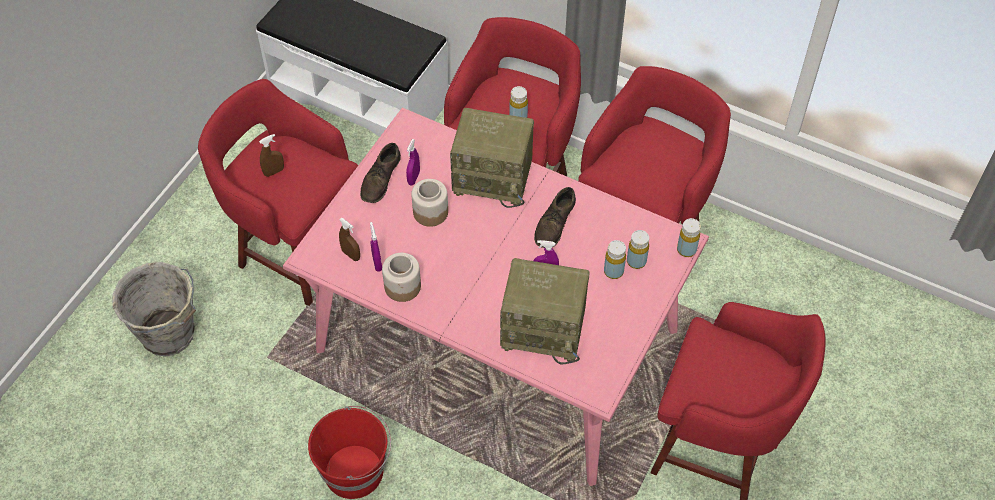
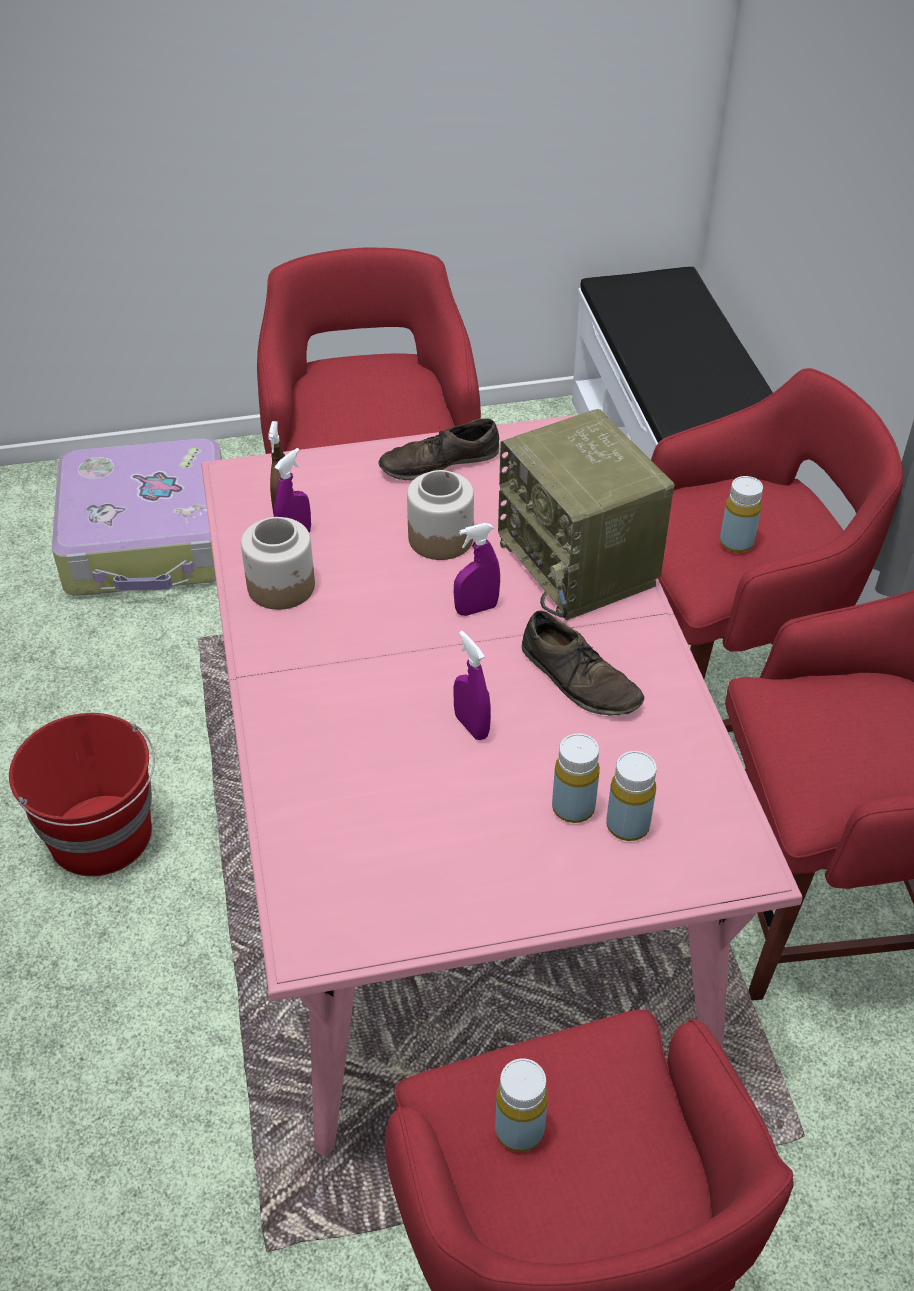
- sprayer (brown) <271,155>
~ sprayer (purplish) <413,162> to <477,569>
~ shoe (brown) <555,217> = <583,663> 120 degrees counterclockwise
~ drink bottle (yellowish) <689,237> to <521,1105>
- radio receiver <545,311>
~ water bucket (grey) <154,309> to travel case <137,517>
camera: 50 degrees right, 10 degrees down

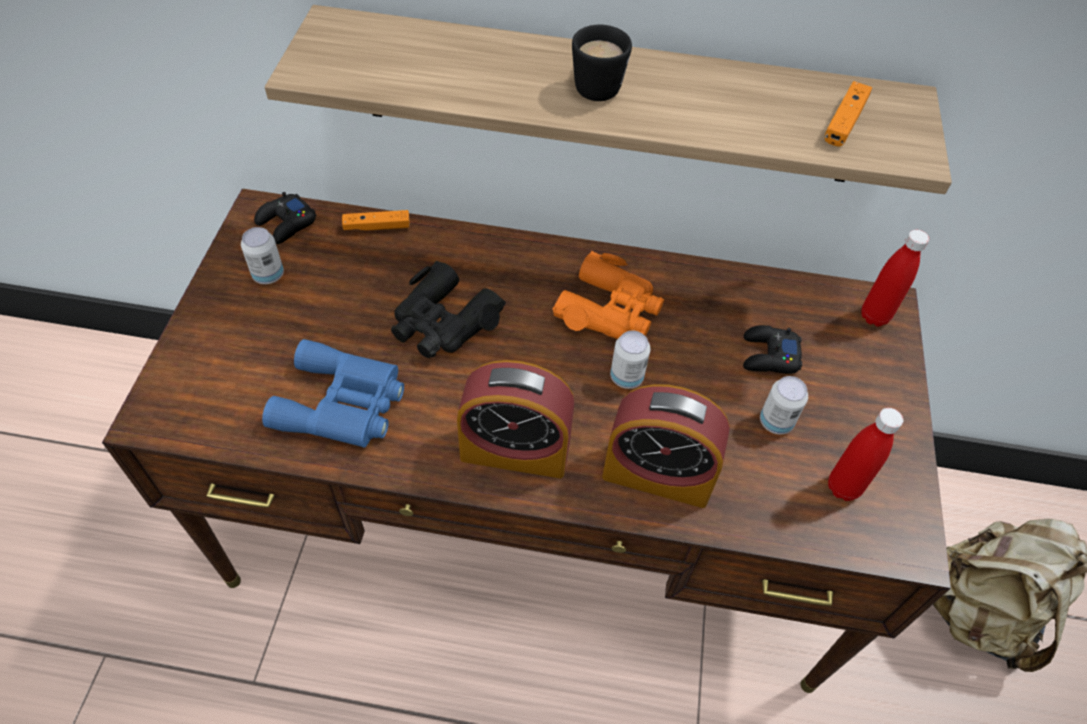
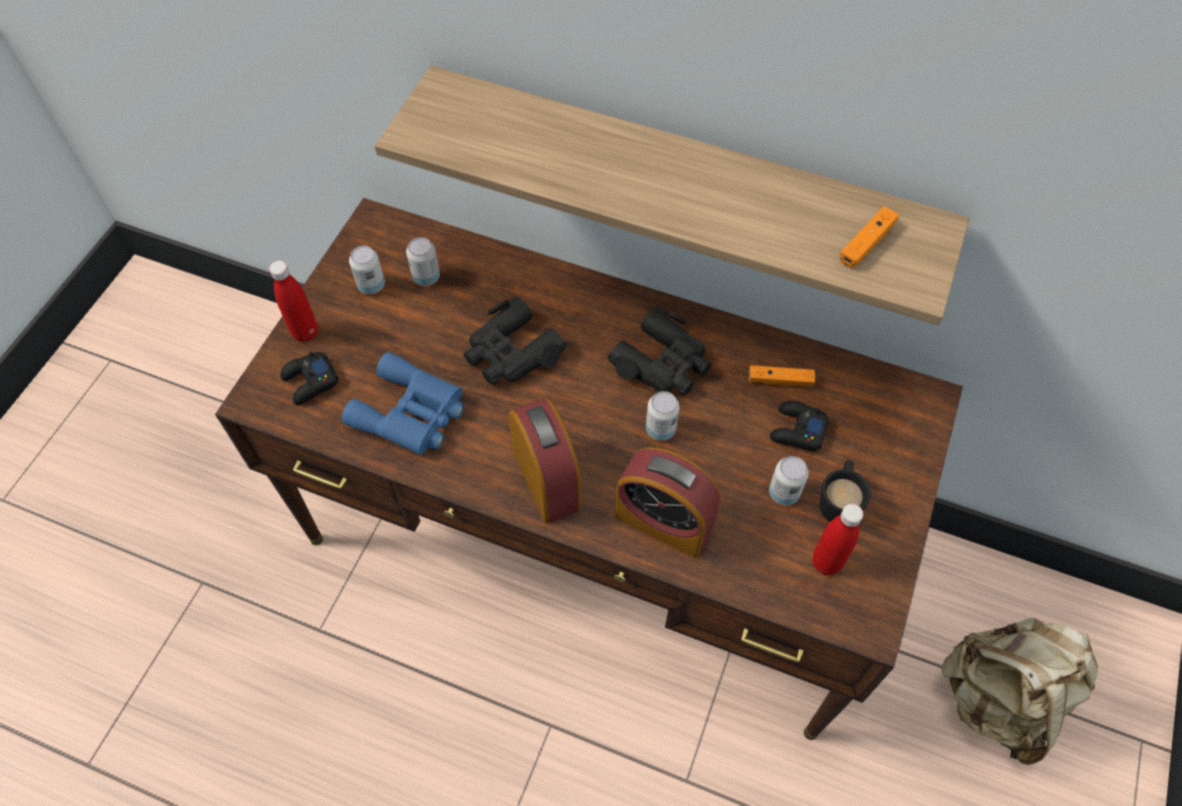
~ tea mug (black) <602,63> to <845,491>
~ game controller (black) <285,218> to <309,378>
~ game controller (orange-coloured) <376,220> to <782,376>
~ drink bottle (reddish) <895,278> to <293,301>
~ pair of binoculars (orange-coloured) <608,295> to pair of binoculars (black) <659,350>
~ bedside clock <515,419> = <545,460> 135 degrees counterclockwise
+ metal can <423,261>
camera: 15 degrees right, 5 degrees up

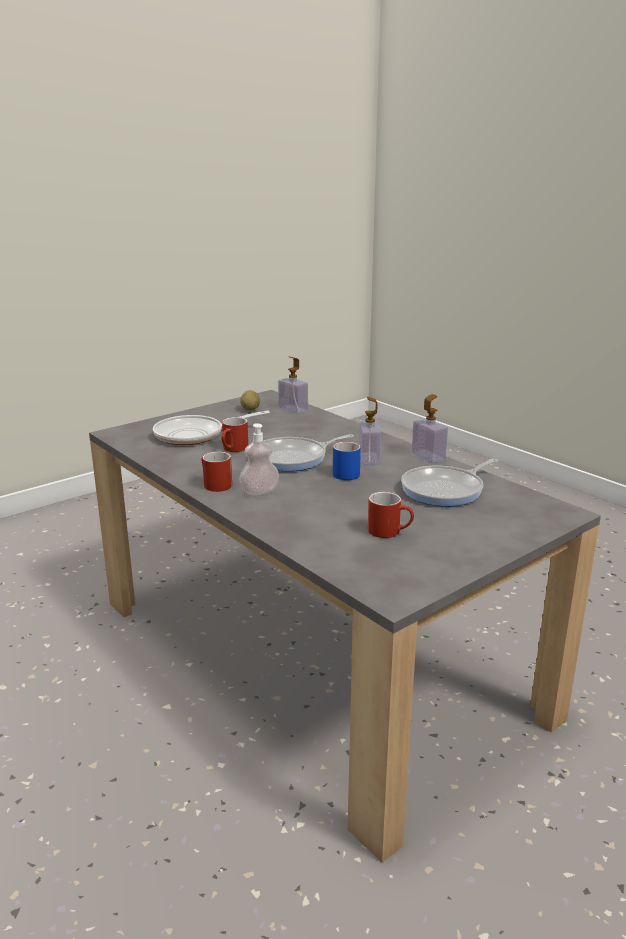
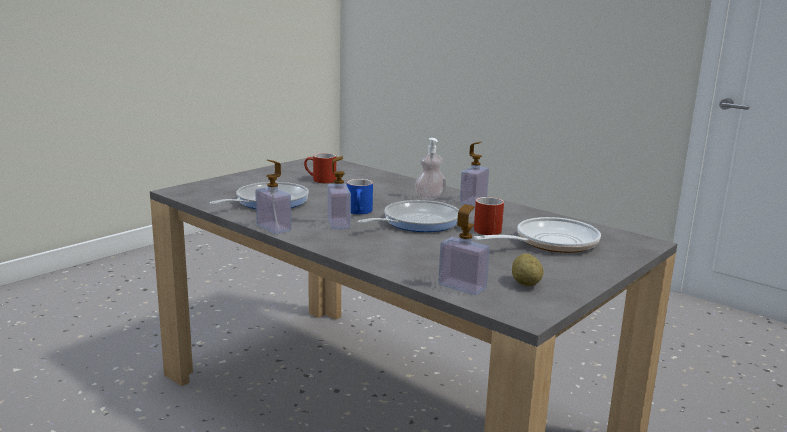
~ tea mug (reddish) <217,472> to soap dispenser <474,173>
camera: 170 degrees right, 5 degrees down

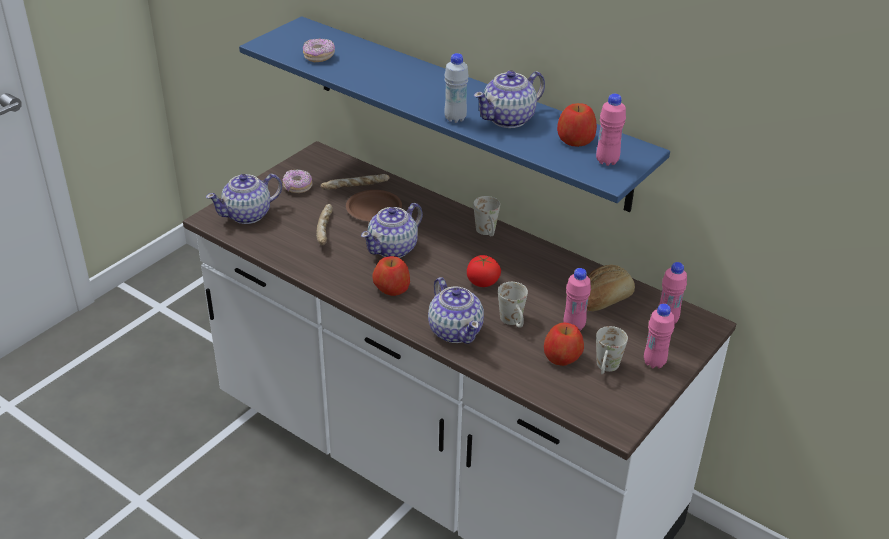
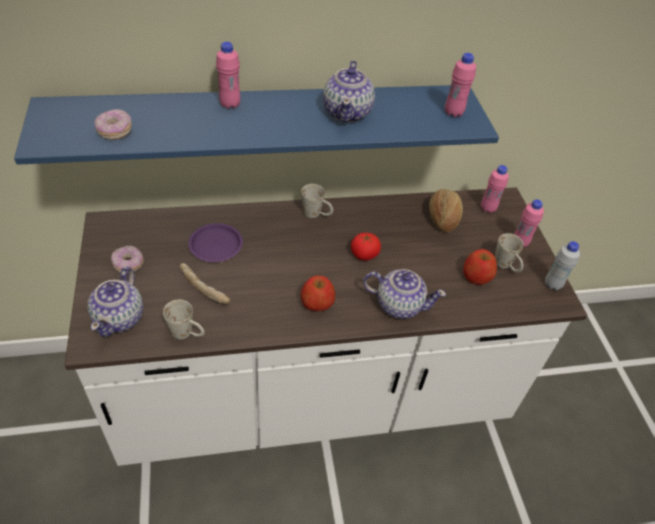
~ drink bottle (white) <456,88> to <562,266>
- apple <577,125>
- bakery bread <355,182>
~ dinner plate (brown) <374,205> to dinner plate (purplish) <215,242>
- pot for tea <392,230>
~ drink bottle (pink-coloured) <577,299> to <228,75>
~ tea mug (white) <513,304> to <184,319>
camera: 50 degrees left, 10 degrees up

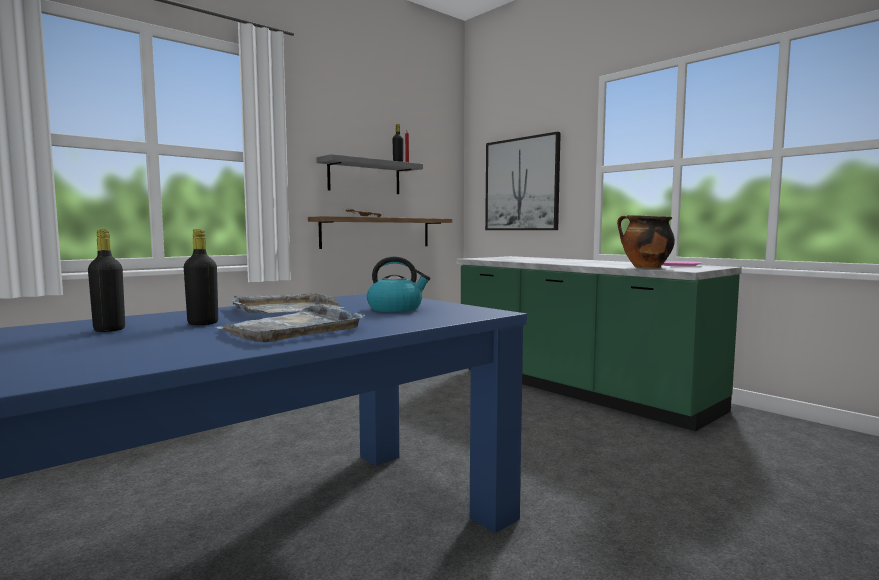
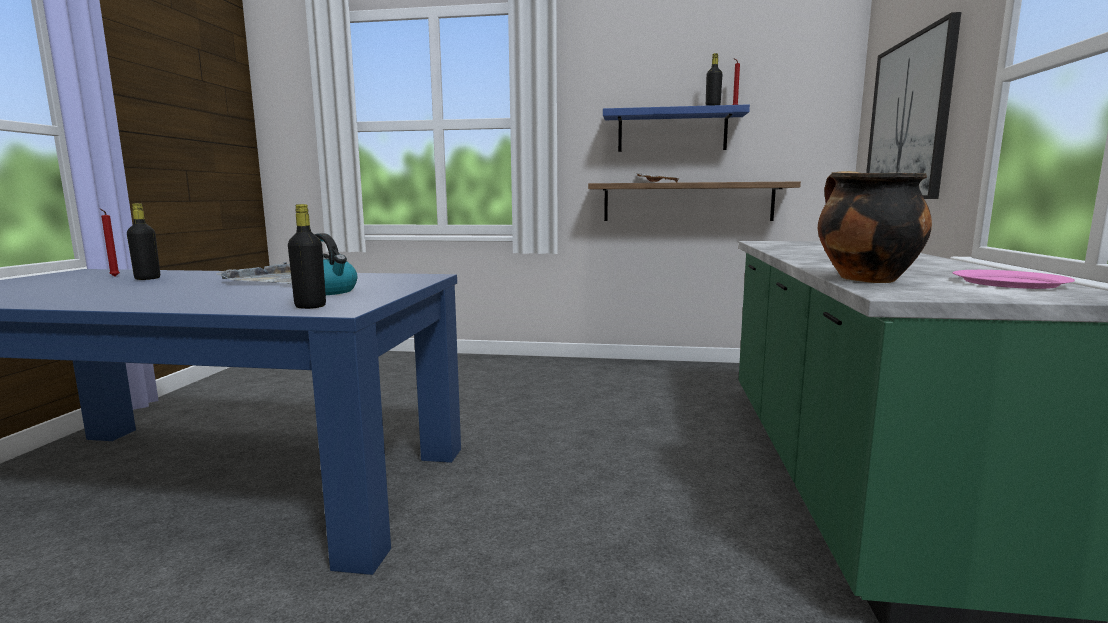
~ bracket shelf (grey) <369,174> to bracket shelf (bluish) <676,128>
~ drink bottle (black) <201,277> to <307,256>
- tray (grey) <290,323>
+ wax candle (reddish) <110,243>
camera: 50 degrees right, 5 degrees up

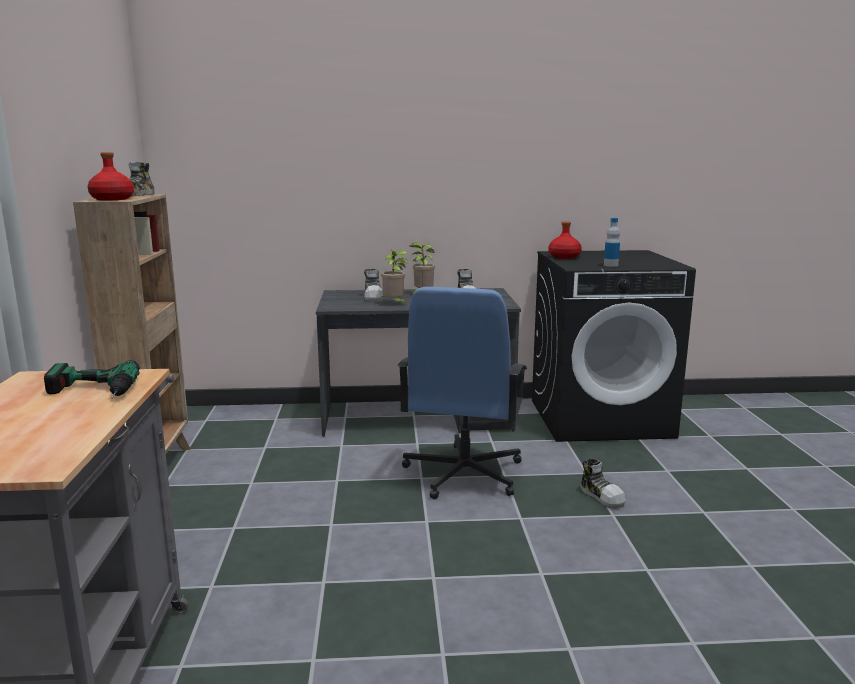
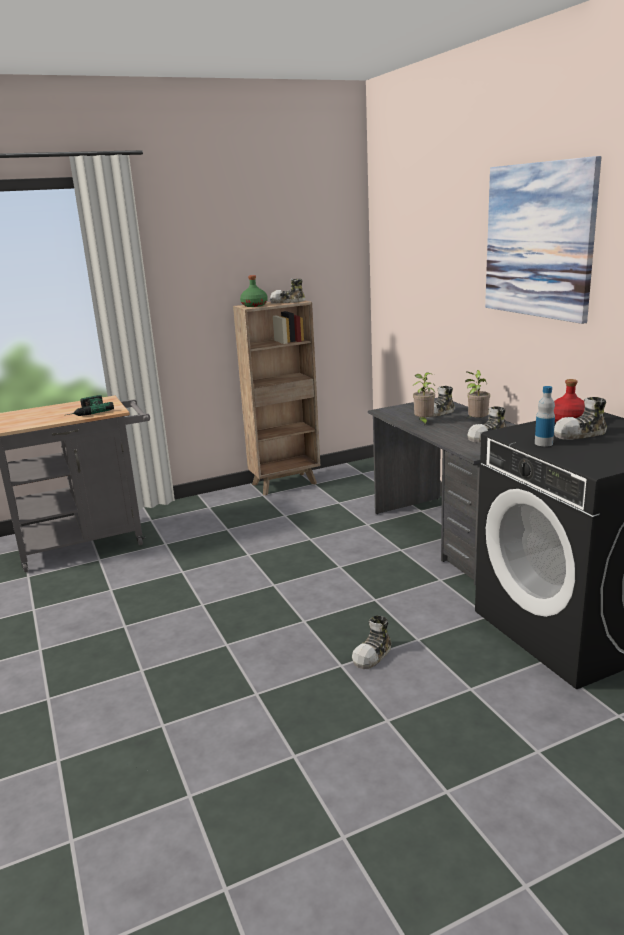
~ drink bottle (reddish) <110,176> to drink bottle (green) <254,291>
- desk chair (bluish) <462,393>
+ wall picture <543,240>
+ shoe <580,418>
camera: 70 degrees right, 5 degrees up

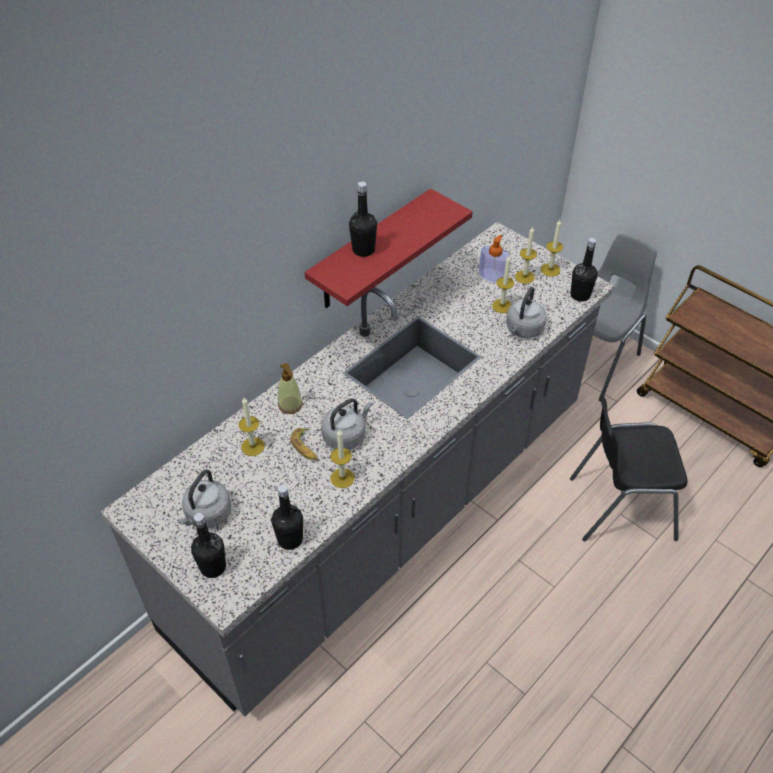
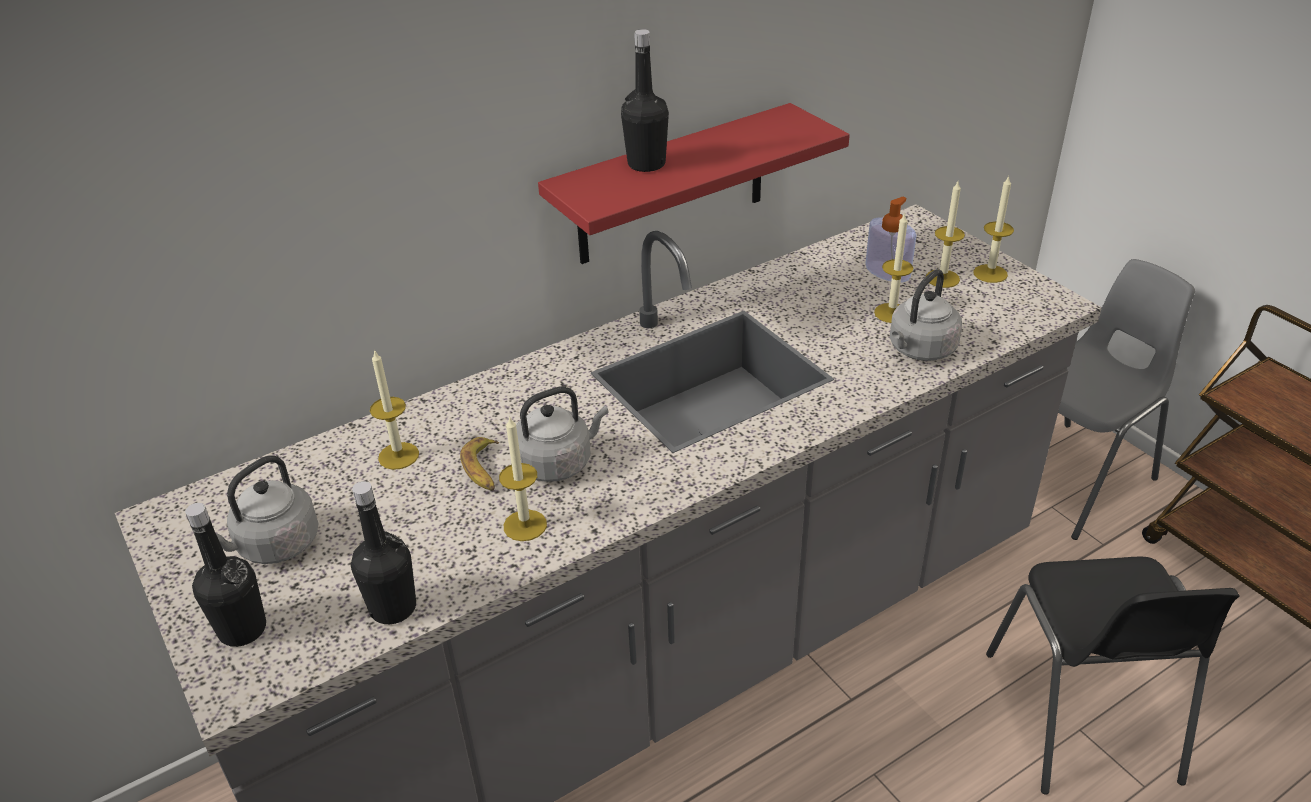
- drink bottle (black) <584,270>
- soap dispenser <290,388>
~ chair (black) <628,468> = <1113,675> 105 degrees counterclockwise
camera: 15 degrees right, 10 degrees down

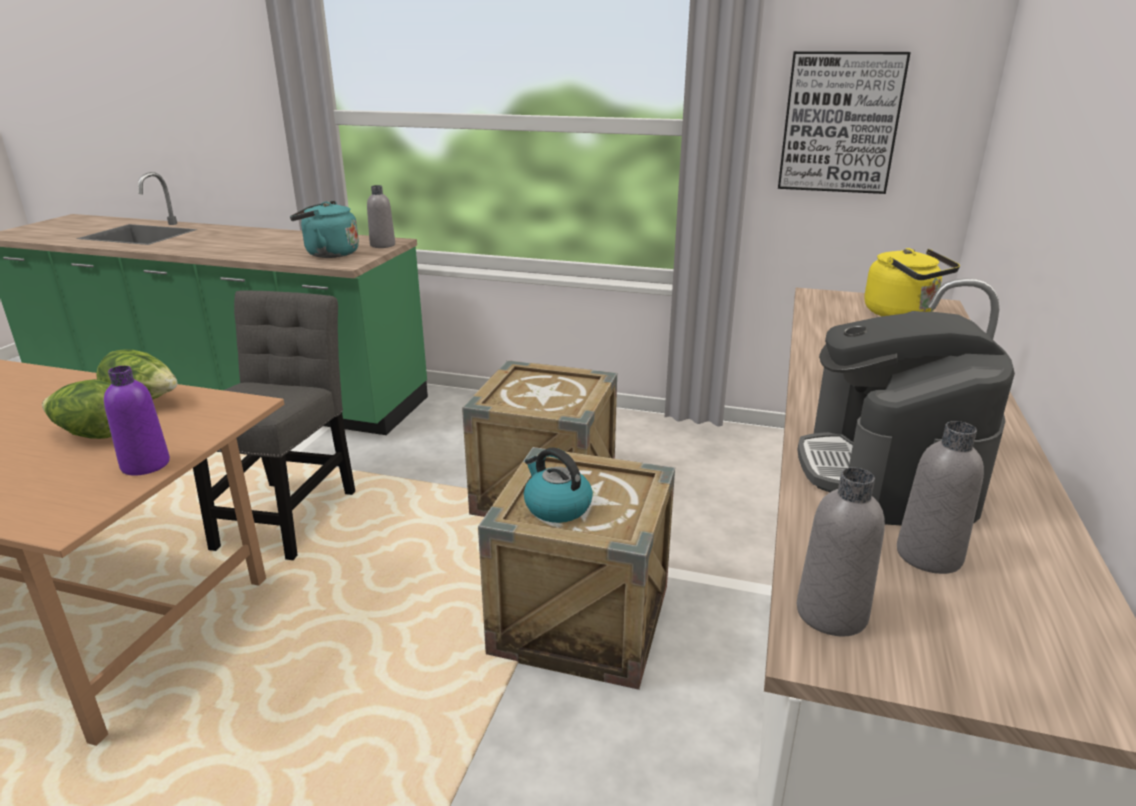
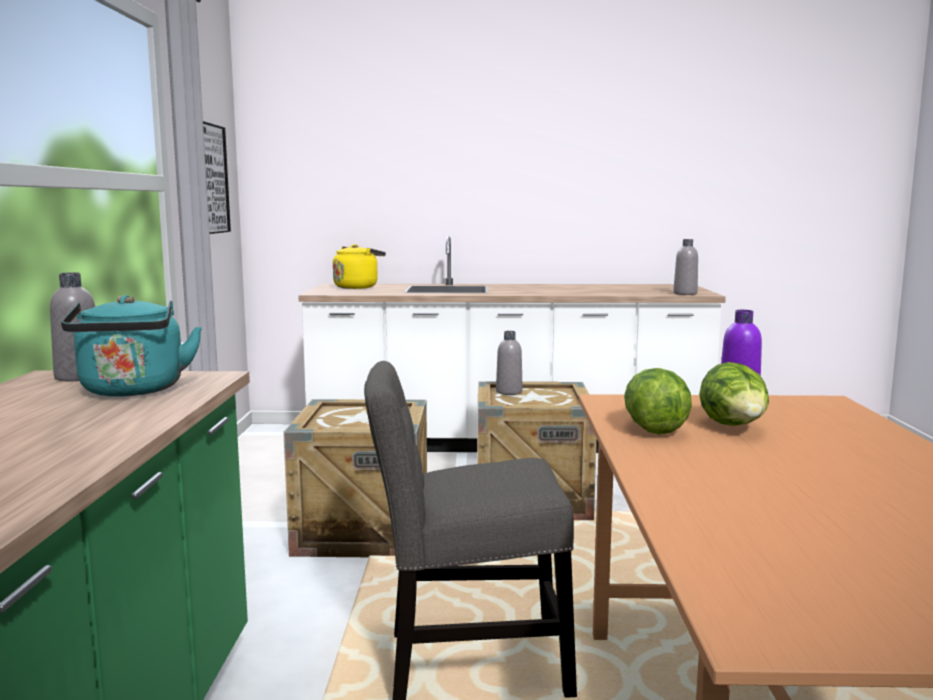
- coffee machine <906,418>
~ drink bottle (grey) <940,497> to <509,363>
- water kettle <558,485>
camera: 105 degrees left, 15 degrees down

